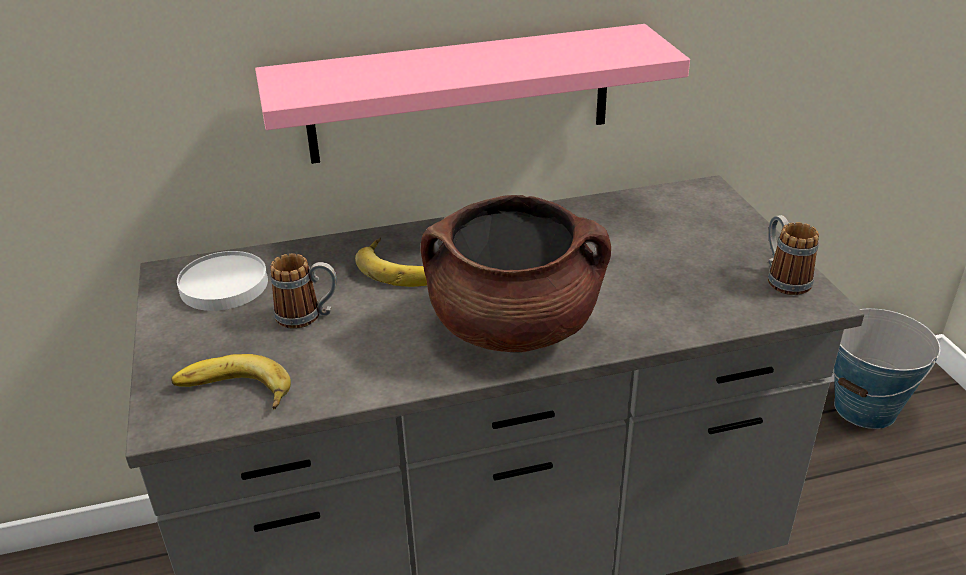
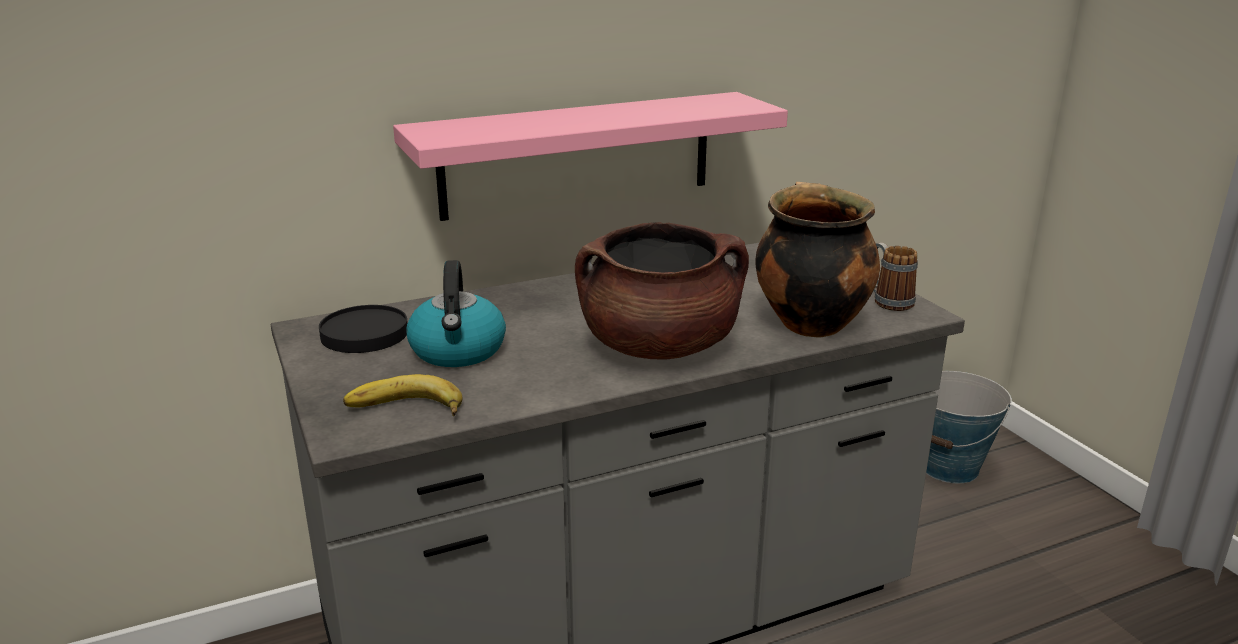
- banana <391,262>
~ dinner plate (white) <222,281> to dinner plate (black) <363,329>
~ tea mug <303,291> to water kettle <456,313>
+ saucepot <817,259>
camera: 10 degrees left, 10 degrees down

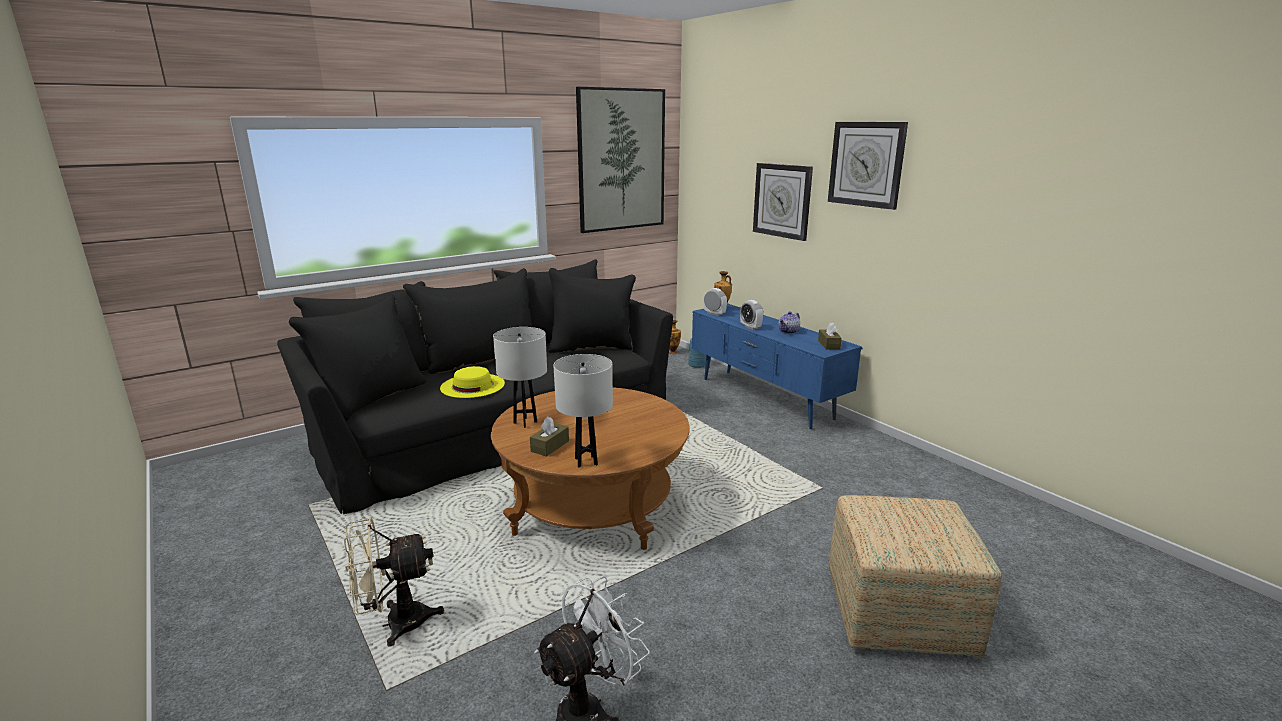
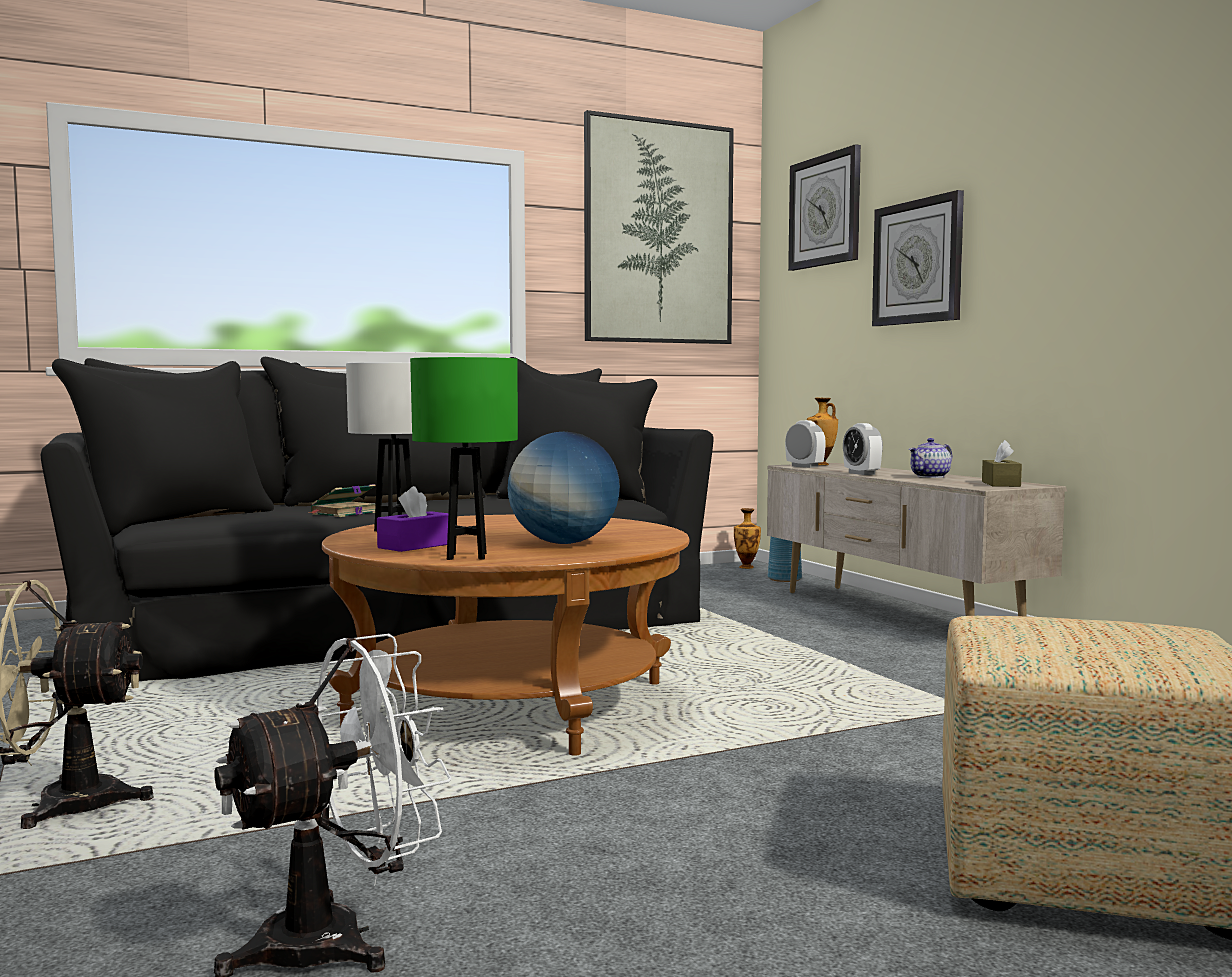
~ hanging clock <868,166> to <824,207>
~ tv stand (bluish) <777,366> to tv stand (sand-coloured) <917,540>
~ lamp for a table (white) <583,411> to lamp for a table (green) <464,458>
~ clothing hat (yellowish) <472,382> to volume <342,500>
~ box of tissues (brown) <549,436> to box of tissues (purplish) <412,519>
+ desk globe <564,488>
camera: 10 degrees right, 15 degrees down

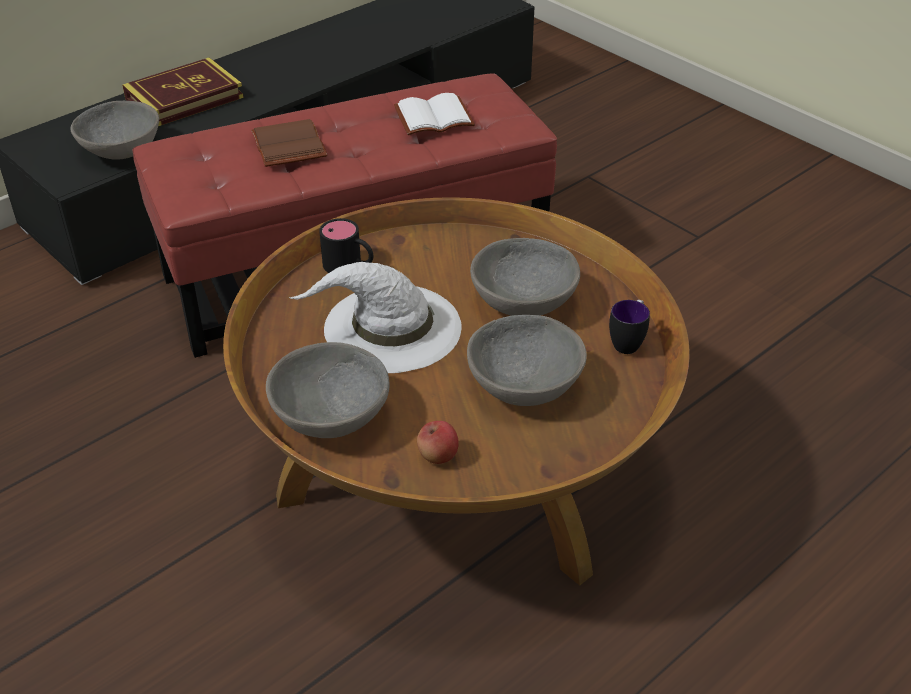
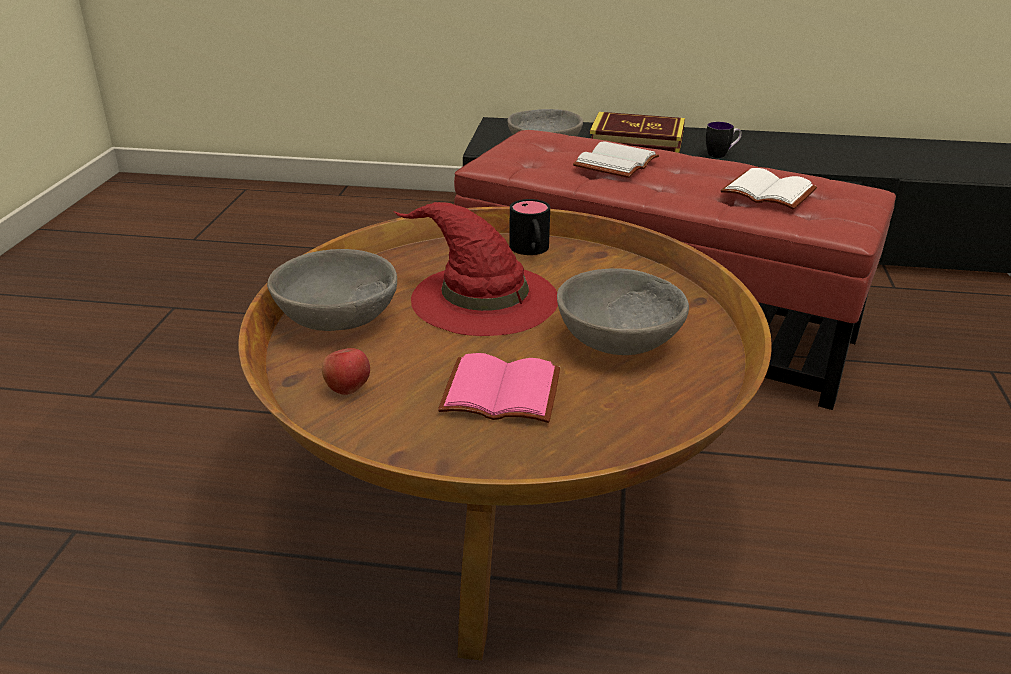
~ volume (brown) <289,143> to volume (white) <616,159>
~ clothing hat (white) <375,317> to clothing hat (reddish) <476,269>
~ tea mug <629,327> to <724,140>
~ serving bowl (grey) <527,360> to volume (pink-coloured) <499,388>
camera: 50 degrees right, 10 degrees down

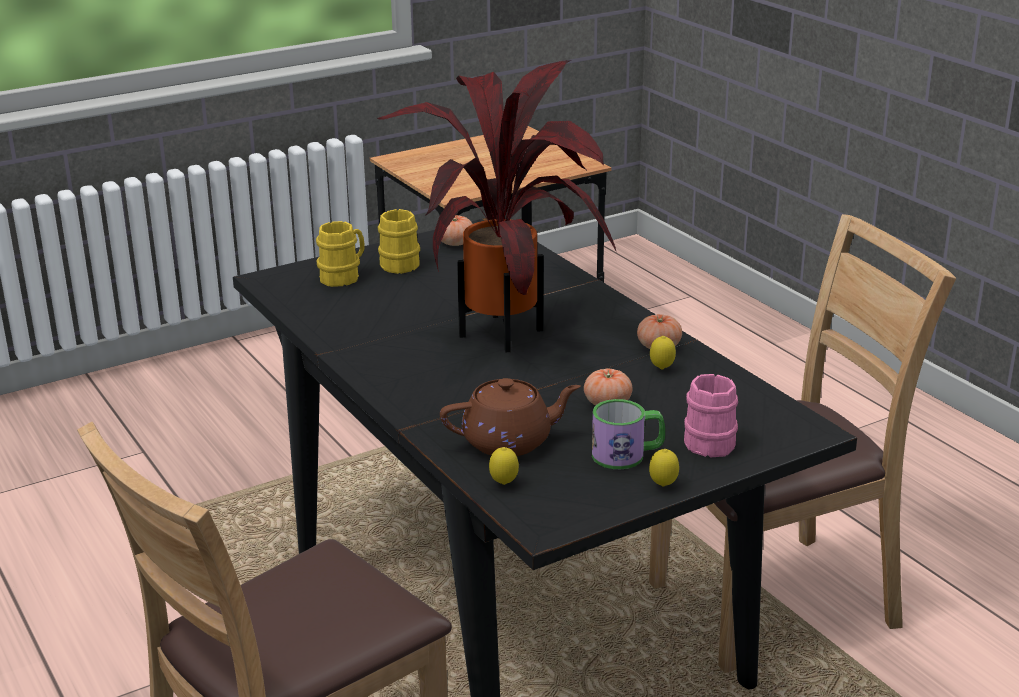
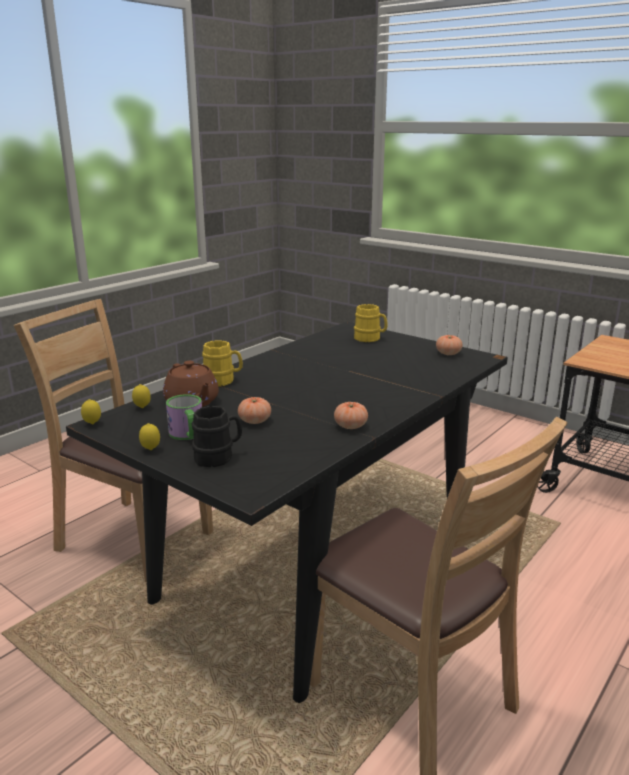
- plant in a pot <496,206>
~ tea mug (yellowish) <399,241> to <222,363>
~ citrus fruit <663,353> to <91,411>
~ tea mug (pink-coloured) <711,416> to tea mug (black) <217,436>
camera: 70 degrees right, 5 degrees down

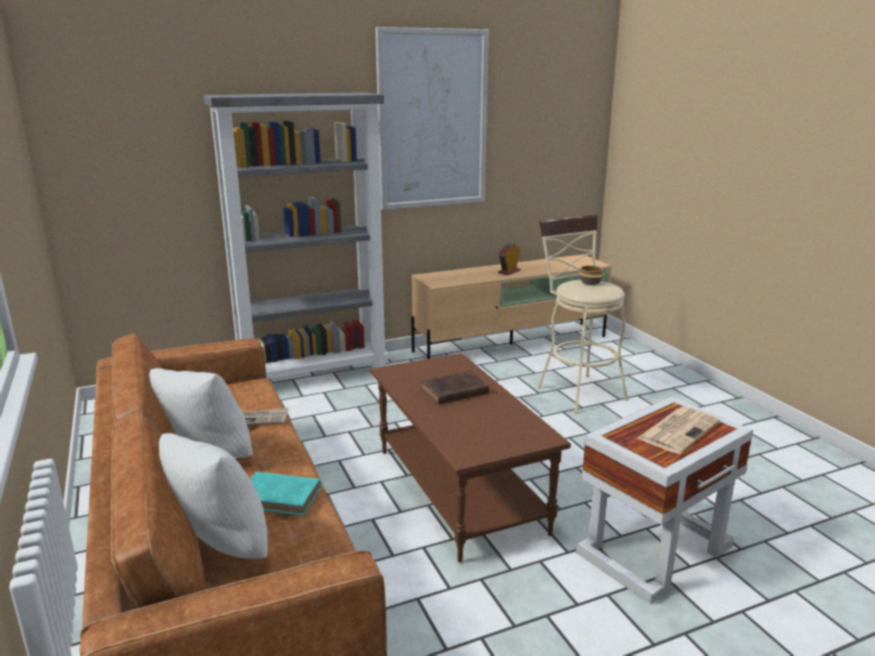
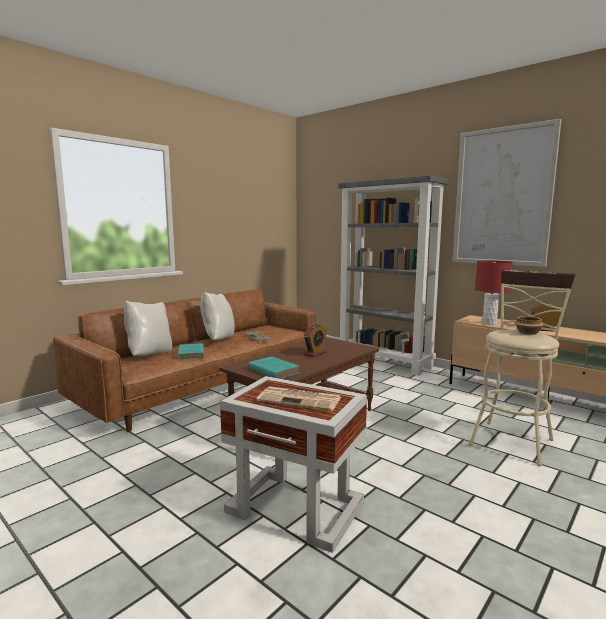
~ volume (brown) <455,387> to bedside clock <315,341>
+ lamp for a table (reddish) <494,292>
+ volume (blue-green) <274,367>
camera: 65 degrees right, 10 degrees down

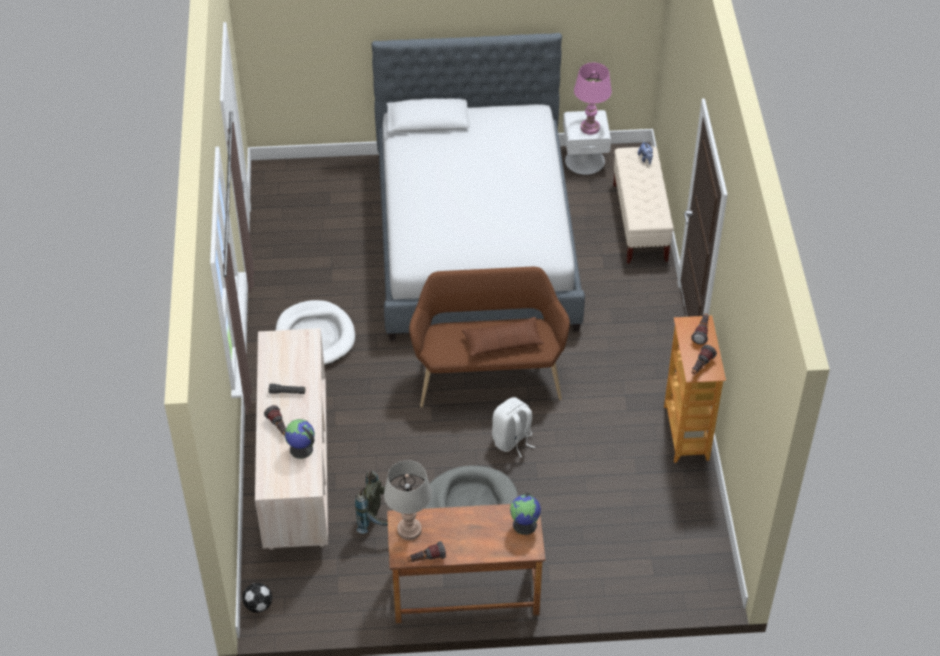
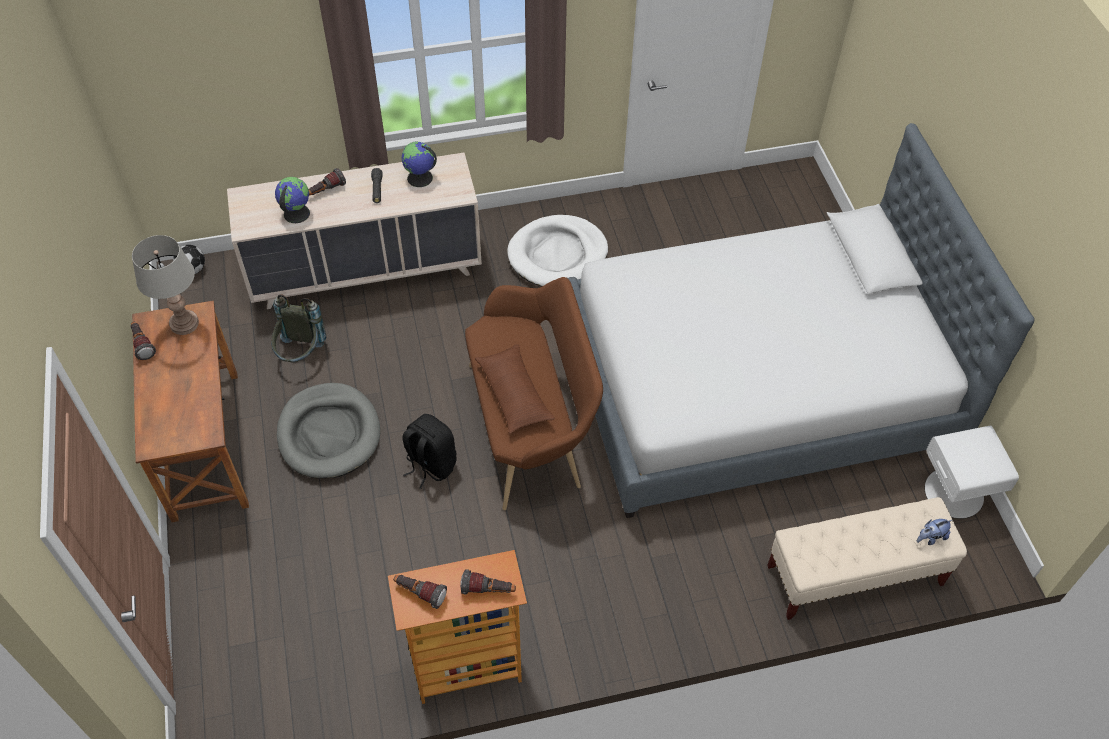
- lamp for a table (pink-coloured) <593,99>
~ rucksack (white) <513,427> to rucksack (black) <429,451>
~ desk globe <525,514> to <419,164>
camera: 80 degrees right, 5 degrees up

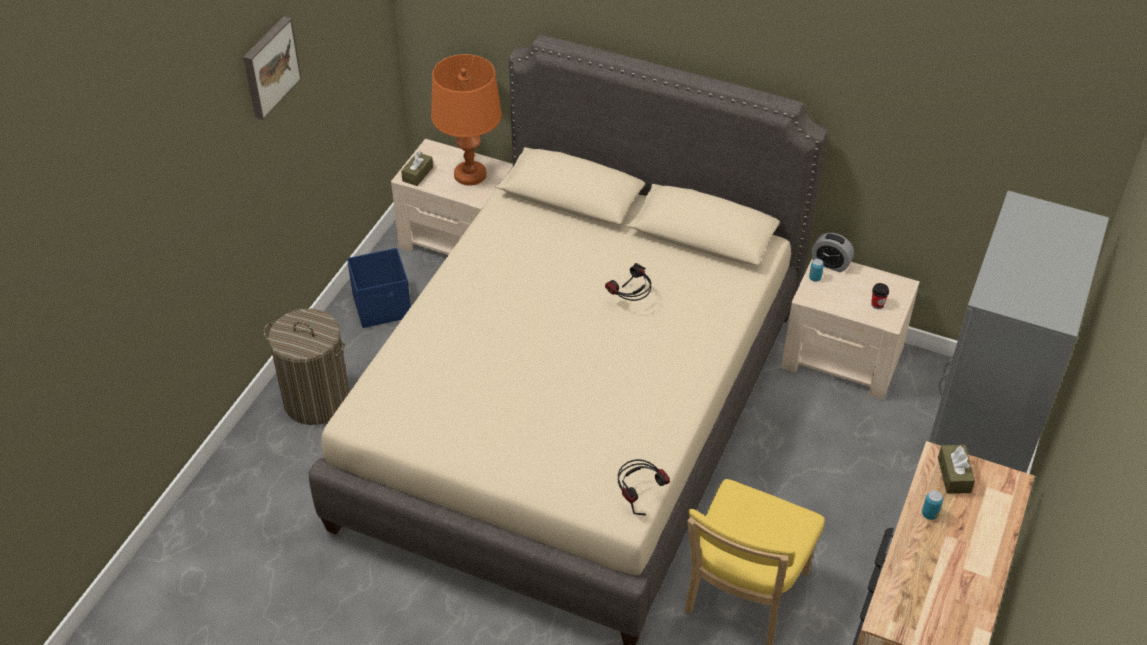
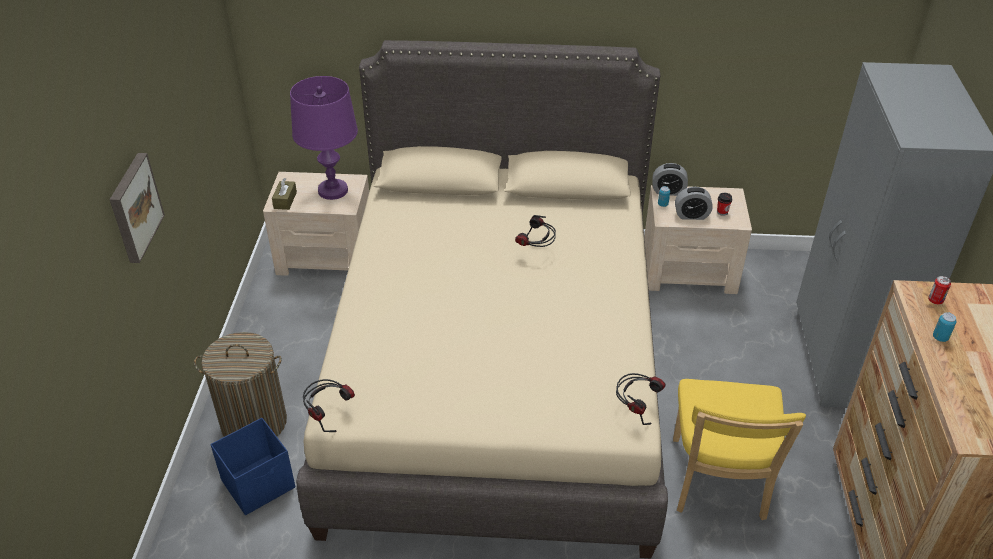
~ wall picture <272,68> to <137,208>
~ lamp for a table (orange-coloured) <466,120> to lamp for a table (purplish) <324,138>
~ storage box (bluish) <379,288> to <252,466>
~ box of tissues (brown) <956,469> to metal can <939,290>
+ bedside clock <694,203>
+ pair of headphones <329,405>
camera: 20 degrees left, 5 degrees down

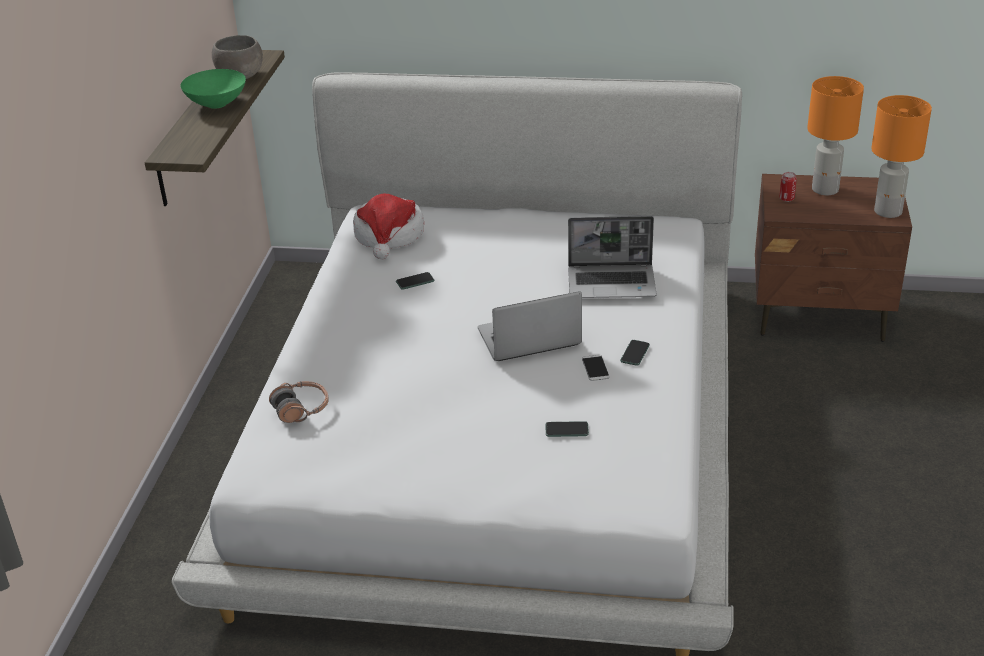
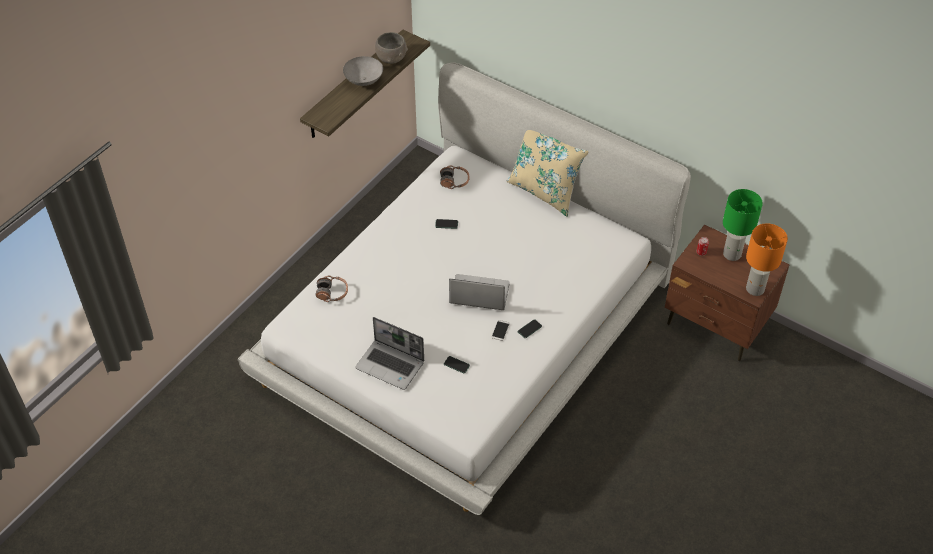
~ serving bowl (green) <213,89> to serving bowl (grey) <363,71>
~ lamp for a table (orange-coloured) <835,135> to lamp for a table (green) <743,225>
~ clothing hat <388,226> to pair of headphones <454,177>
~ notebook computer <612,257> to <389,353>
+ cushion (sand-coloured) <547,173>
camera: 25 degrees right, 15 degrees up

